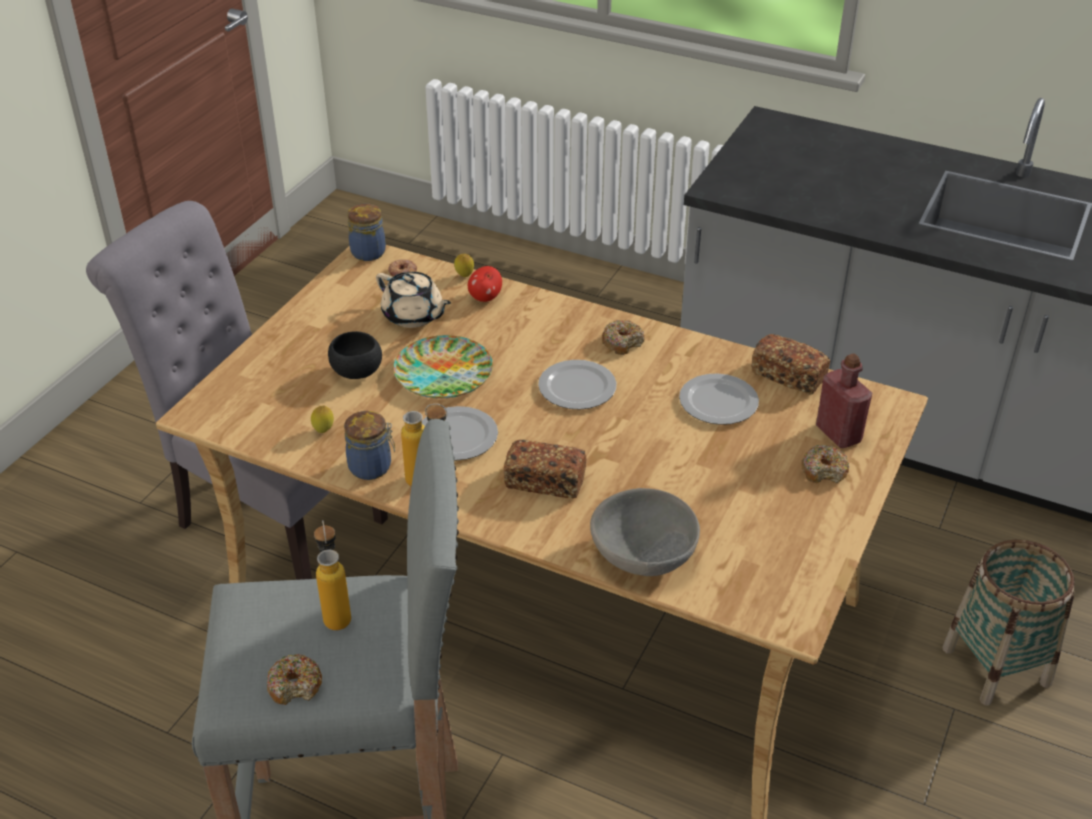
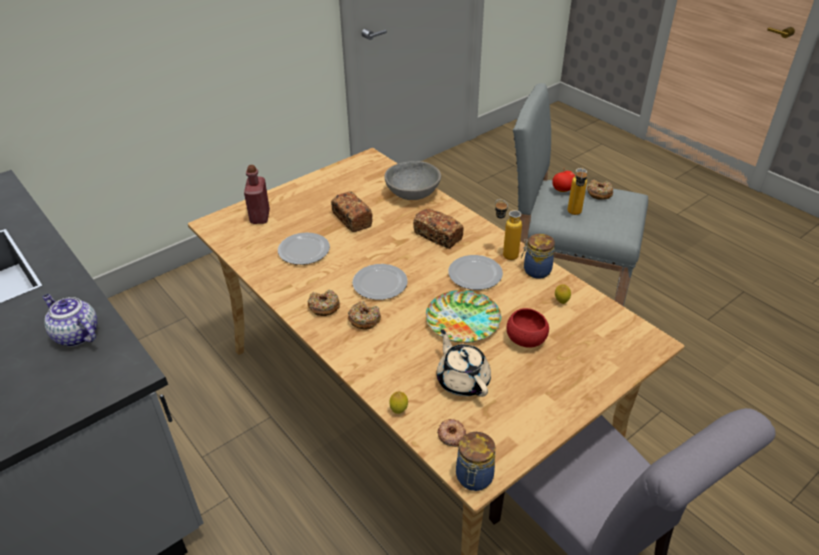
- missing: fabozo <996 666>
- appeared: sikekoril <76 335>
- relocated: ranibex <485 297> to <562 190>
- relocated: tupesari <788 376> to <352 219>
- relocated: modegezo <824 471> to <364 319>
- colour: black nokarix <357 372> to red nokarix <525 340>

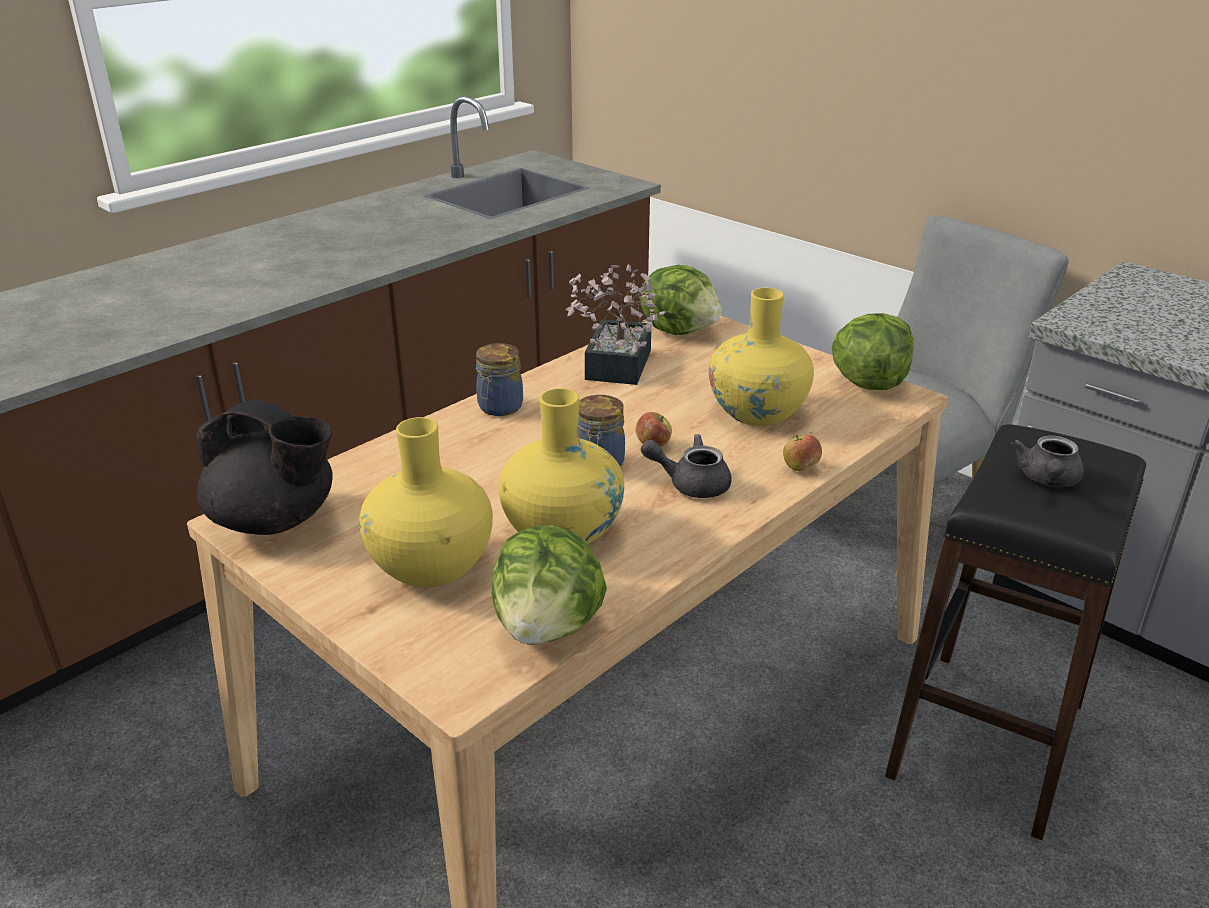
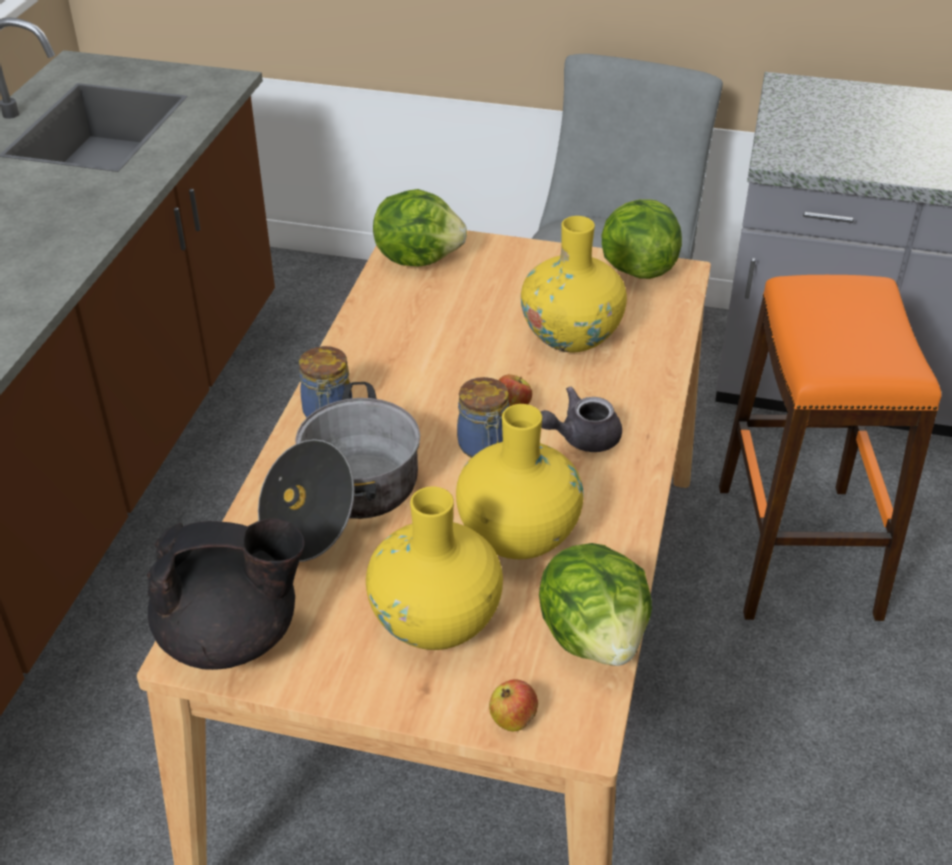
- missing: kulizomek <615 369>
- missing: grey sikekoril <1047 480>
- appeared: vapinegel <342 501>
- relocated: ranibex <800 468> to <513 719>
- colour: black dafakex <987 739> to orange dafakex <797 551>

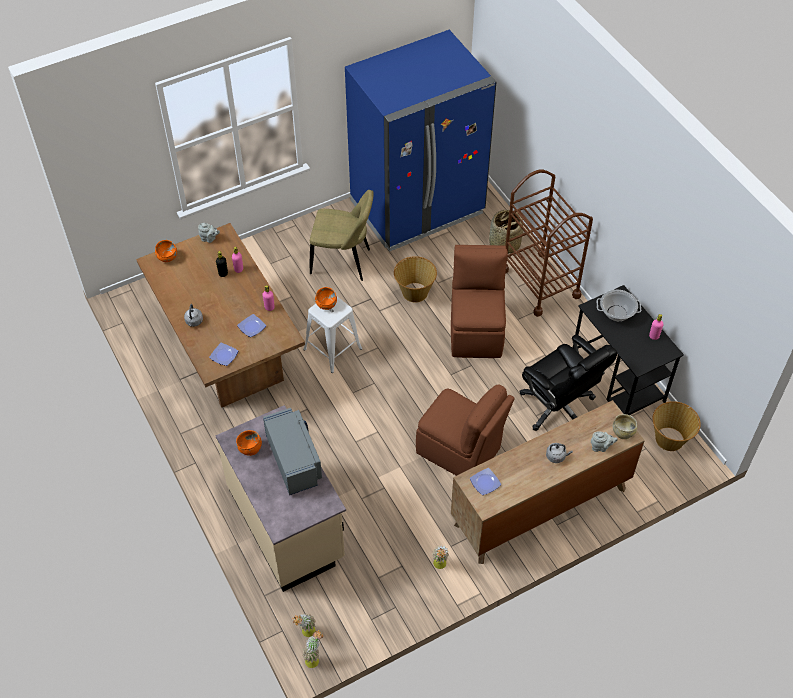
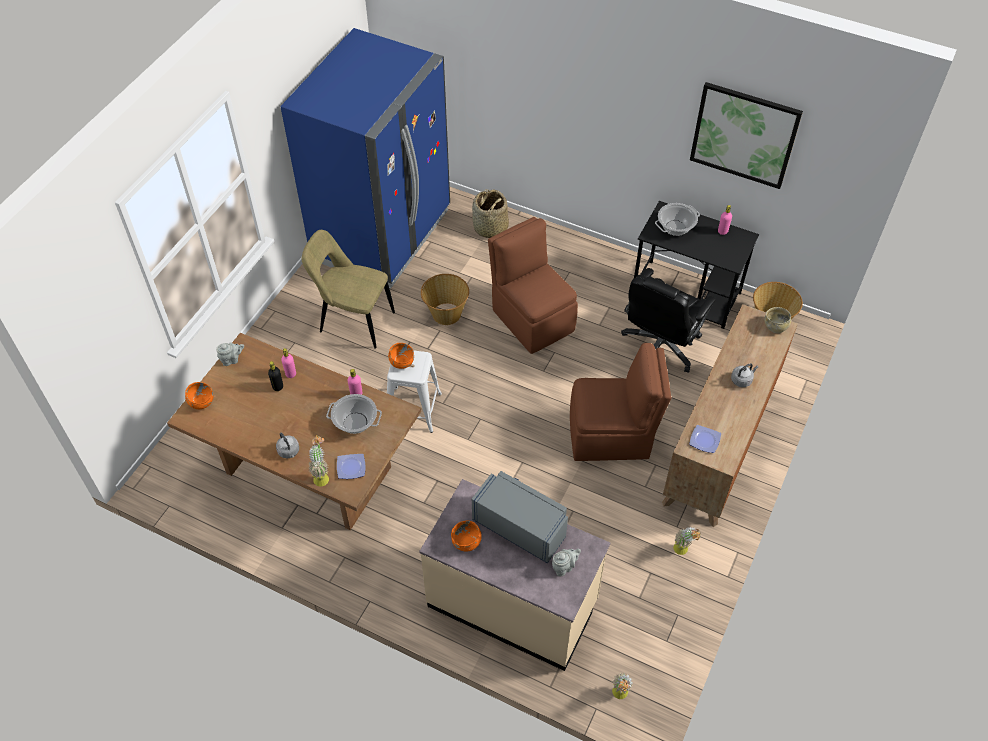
- missing: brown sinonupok <540 283>
- appeared: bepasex <744 135>
- relocated: kulizomek <314 658> to <322 476>
- relocated: grey sikekoril <601 447> to <564 567>
- exchanged: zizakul <252 327> to vapinegel <355 422>
- spun: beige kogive <343 262> = <353 321> 135 degrees counterclockwise
- spun: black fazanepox <558 407> = <660 346> 105 degrees clockwise

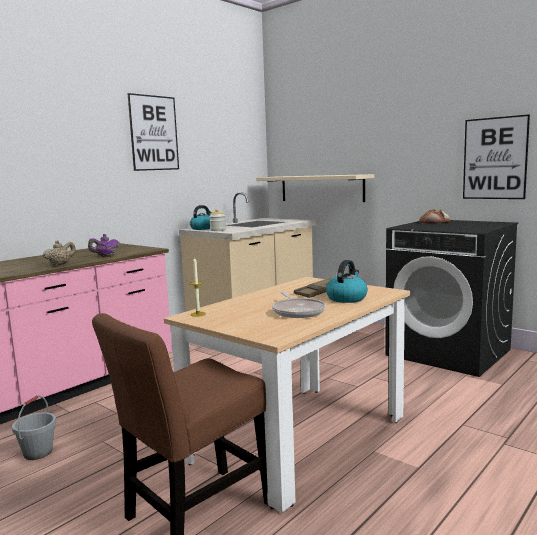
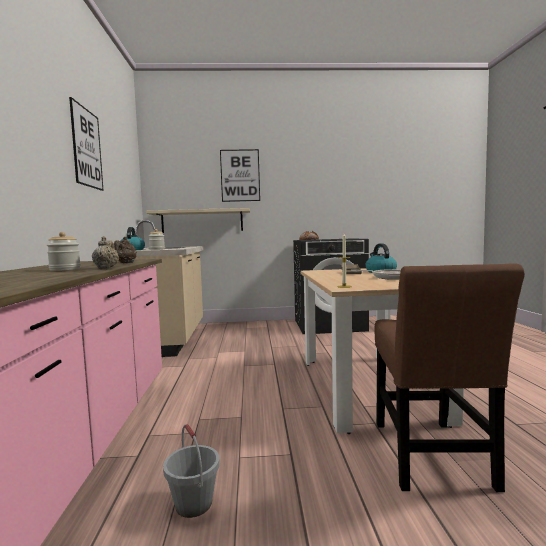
- appeared: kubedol <65 269>
- relocated: bepasex <495 158> to <240 175>
- colour: purple sikekoril <105 256> to brown sikekoril <126 263>

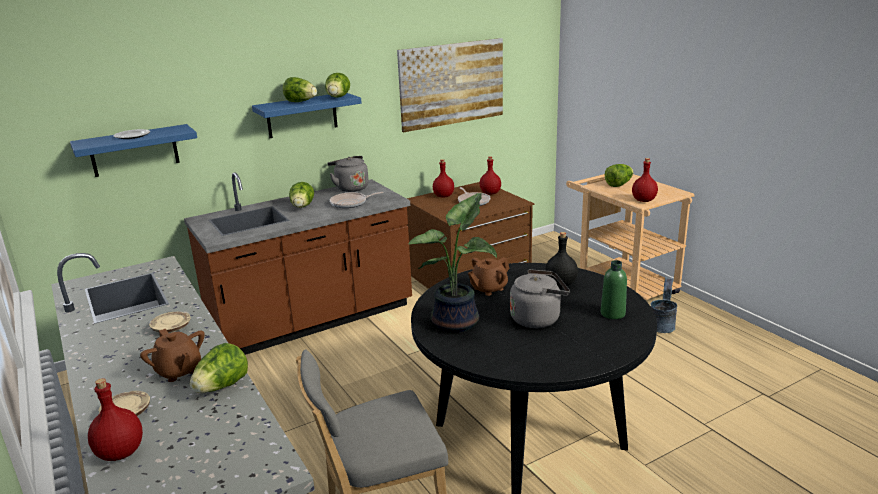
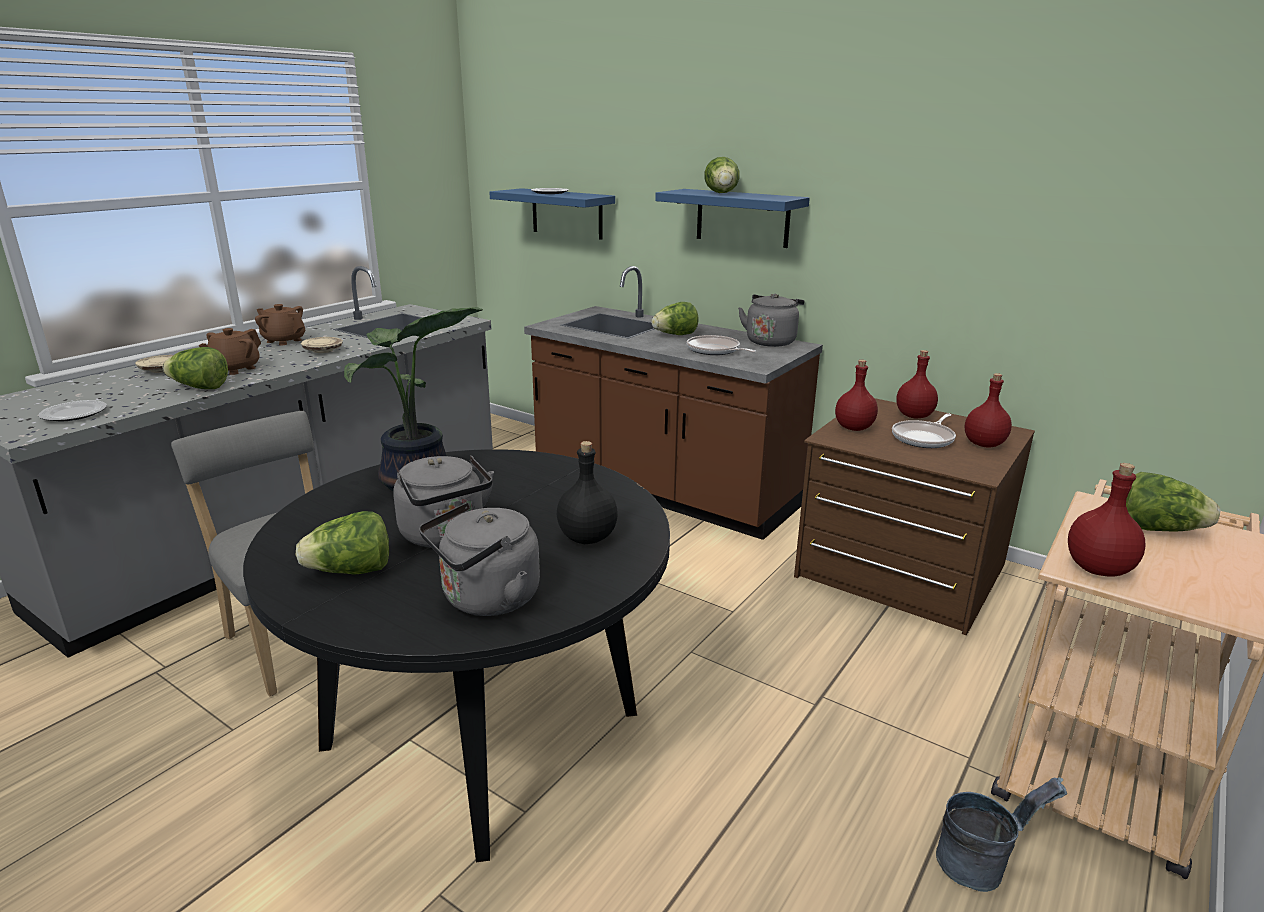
- missing: bepasex <452 84>
- appeared: zizakul <74 414>
- relocated: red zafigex <119 452> to <853 427>
- relocated: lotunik <337 98> to <351 572>
- relocated: brown sikekoril <488 289> to <284 341>
- exchanged: green zafigex <612 313> to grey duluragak <486 600>

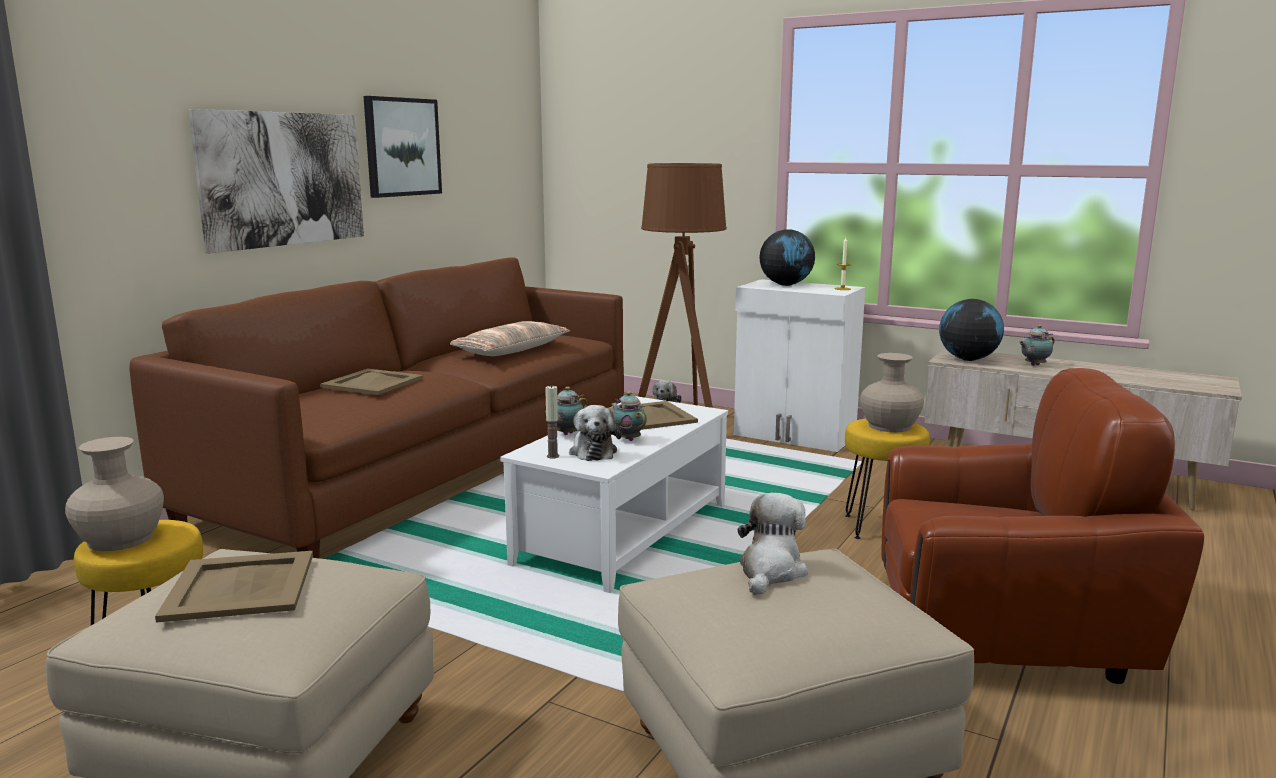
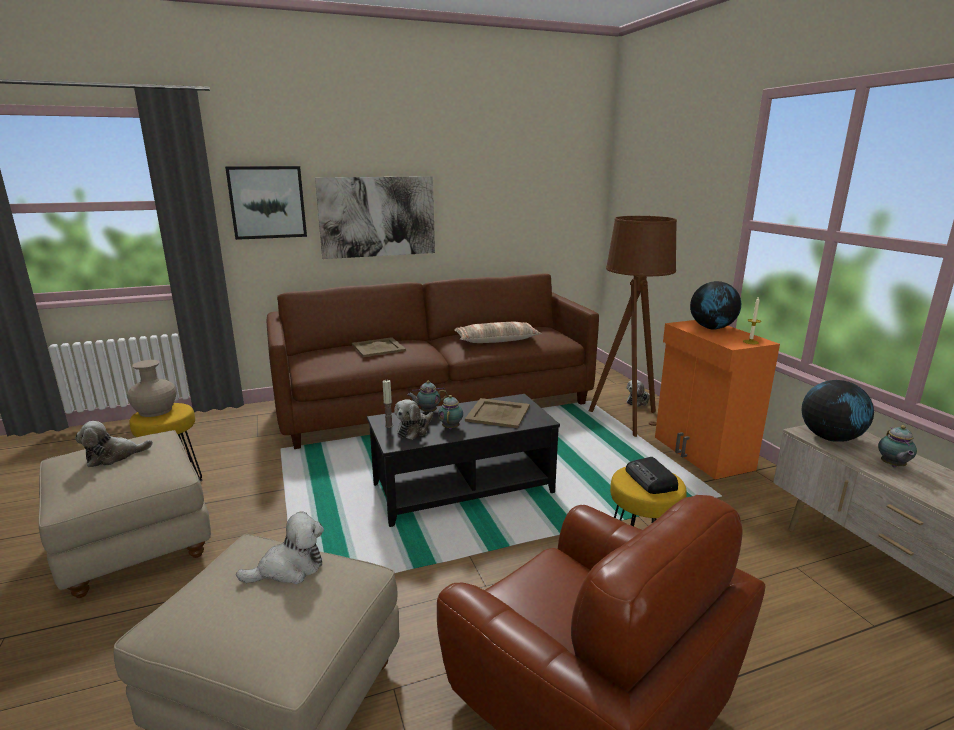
- relocated: bepasex <402 147> to <267 202>
- exchanged: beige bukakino <241 586> to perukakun <113 456>
- exchanged: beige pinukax <890 426> to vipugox <651 480>
- colour: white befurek <622 533> to black befurek <462 488>
- colour: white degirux <794 436> to orange degirux <701 453>
- spun: sikekoril <1033 365> = <892 466> 90 degrees counterclockwise

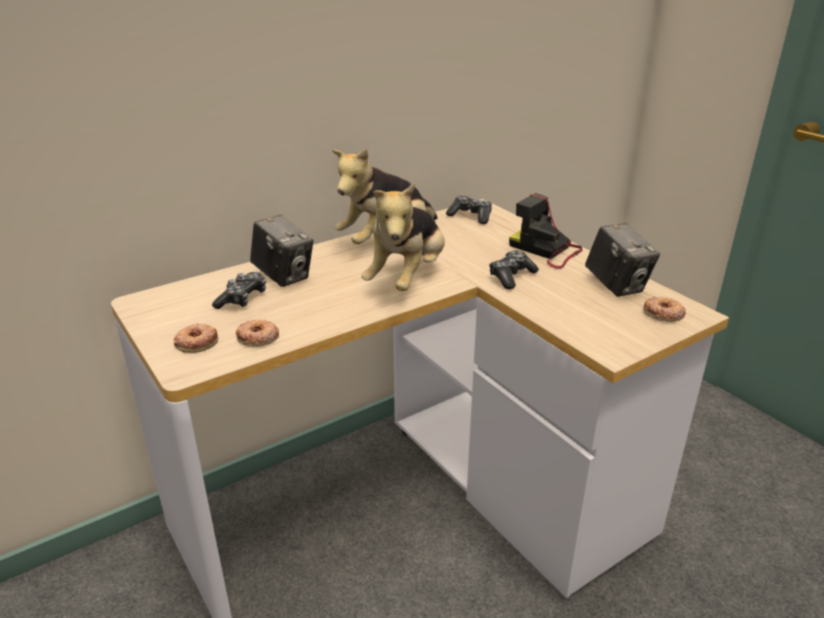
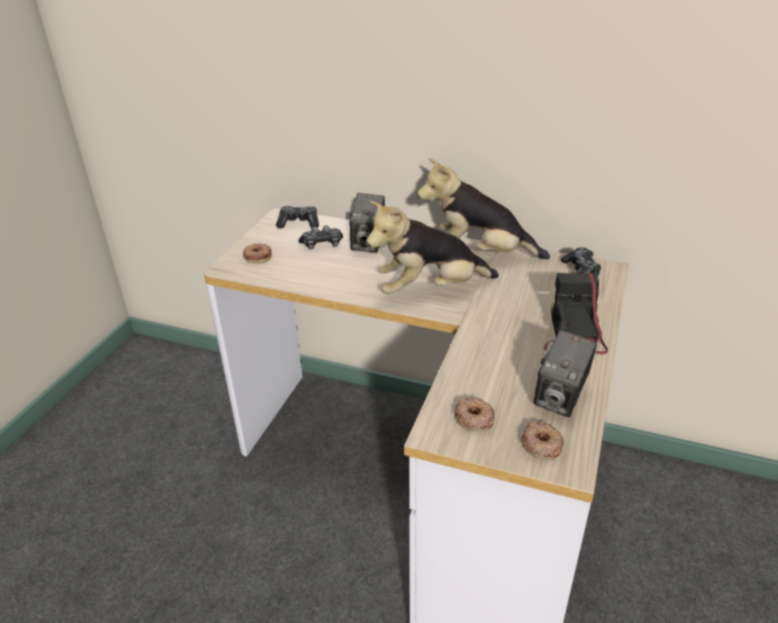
- relocated: modegezo <257 337> to <473 418>
- relocated: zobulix <511 276> to <299 223>

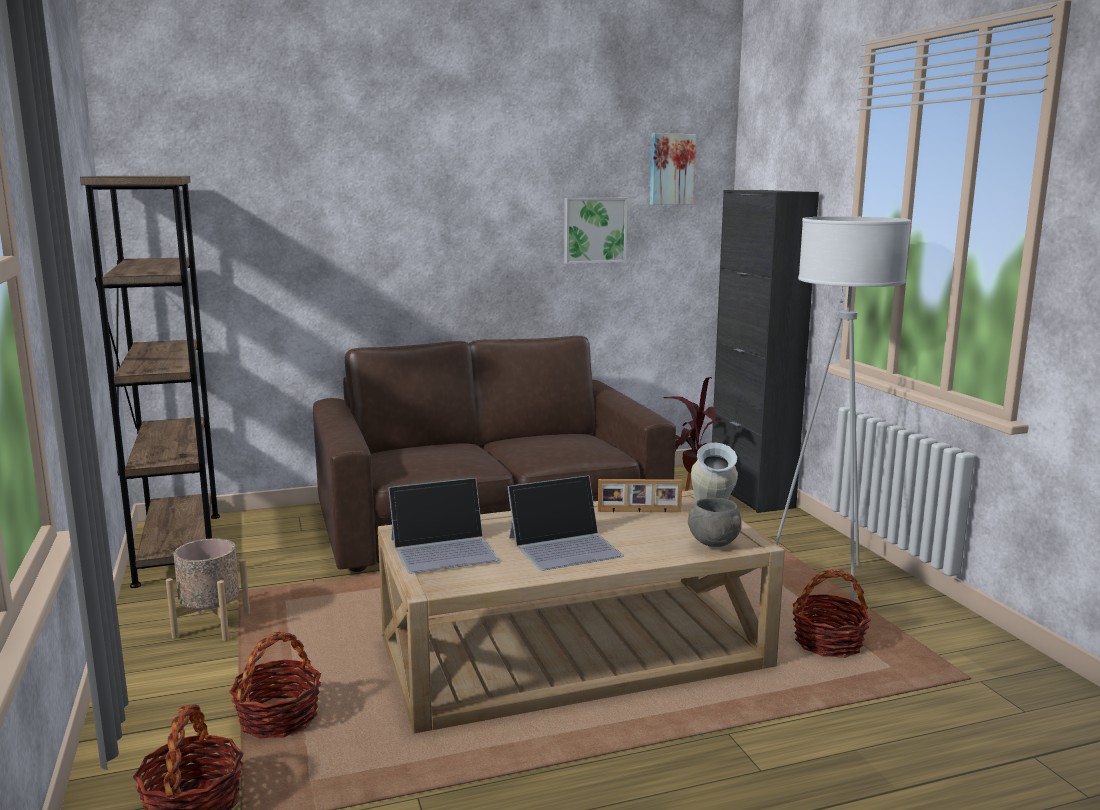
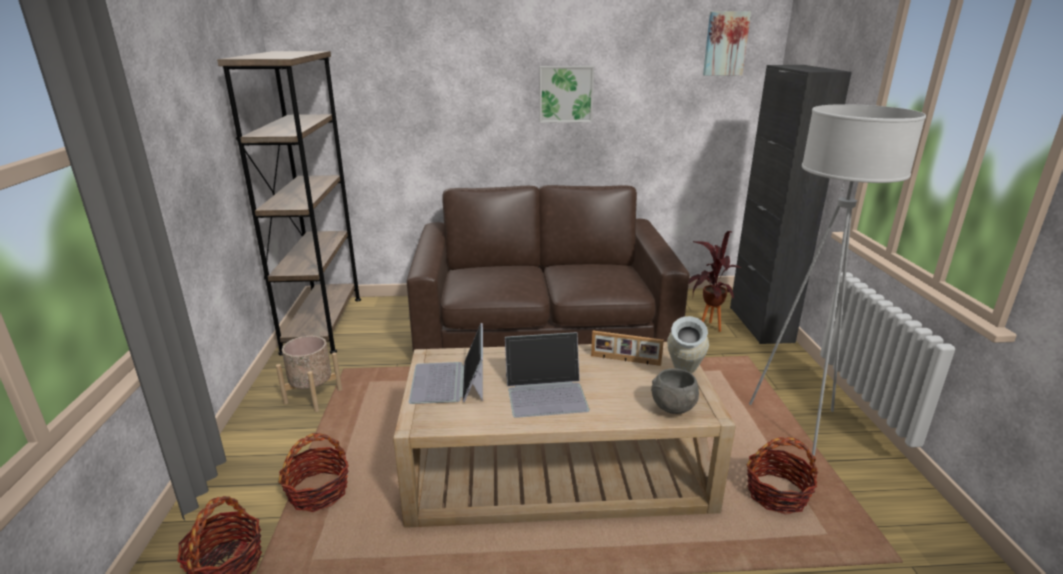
- relocated: bepasex <594 230> to <565 94>
- spun: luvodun <444 549> = <449 382> 90 degrees clockwise

